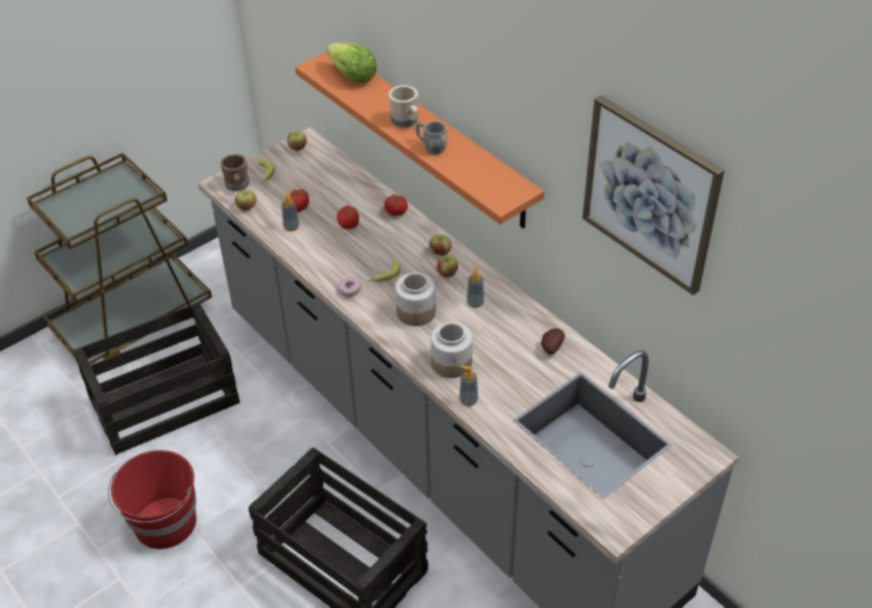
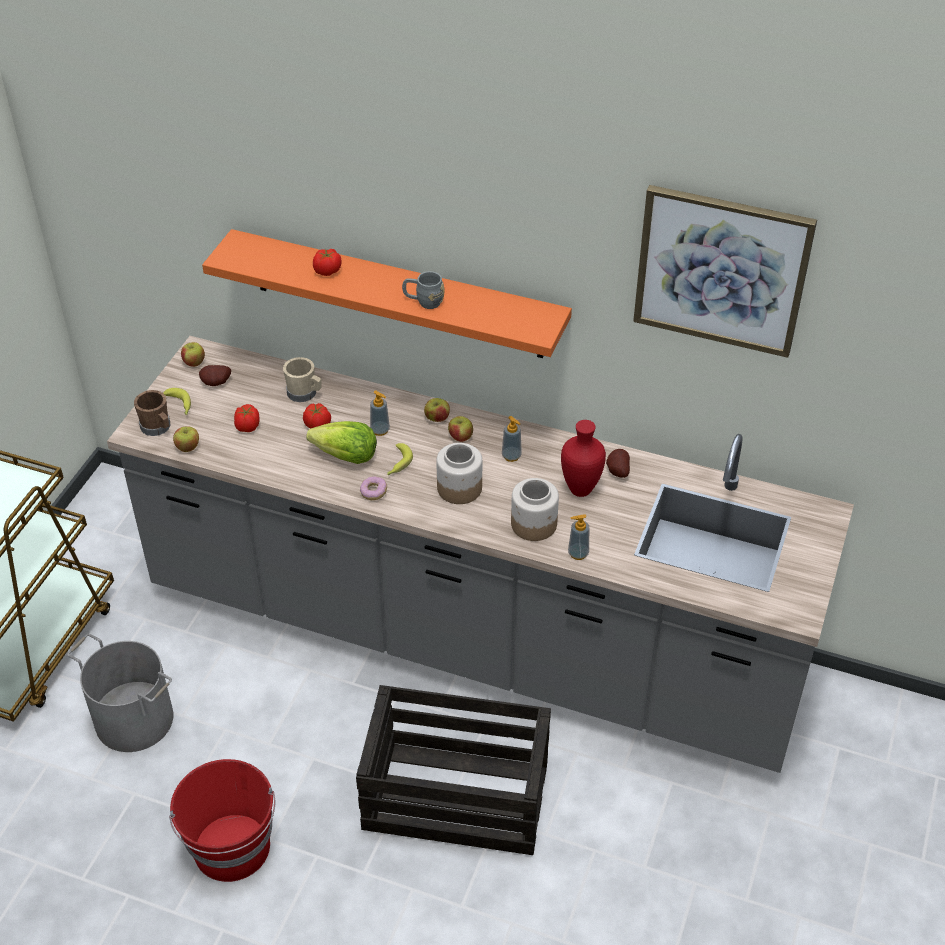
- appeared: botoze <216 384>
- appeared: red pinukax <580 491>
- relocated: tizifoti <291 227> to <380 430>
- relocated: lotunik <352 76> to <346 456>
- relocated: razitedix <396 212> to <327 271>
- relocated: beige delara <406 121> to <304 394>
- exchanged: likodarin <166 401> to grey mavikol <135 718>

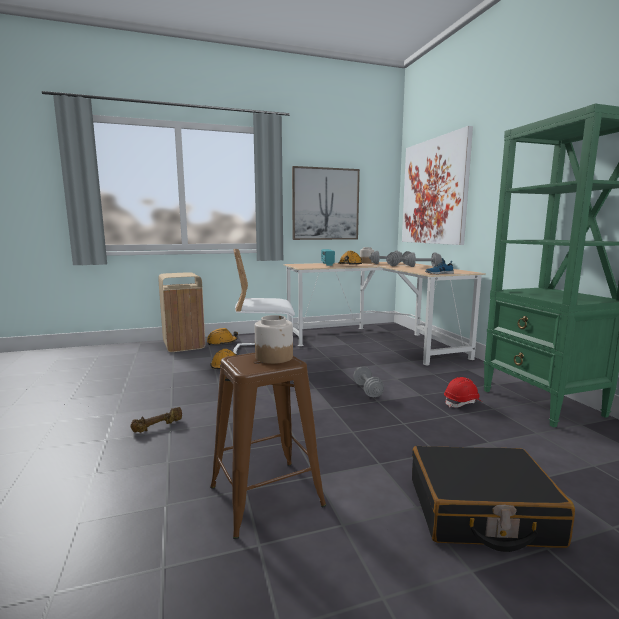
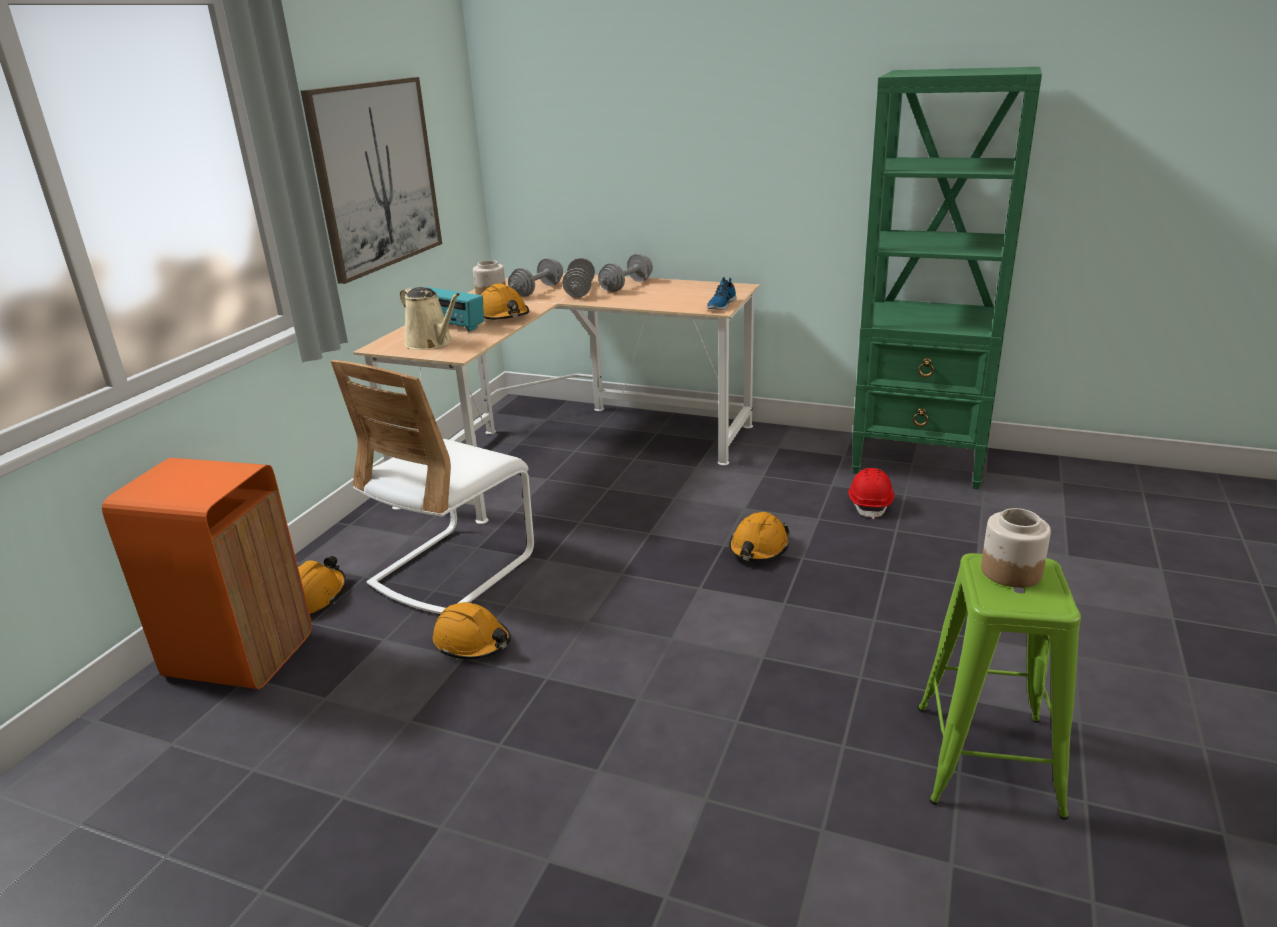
- missing: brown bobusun <158 427>
- missing: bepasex <434 192>
- missing: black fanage <481 512>
- appeared: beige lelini <432 343>
- exchanged: grey bobusun <367 390> to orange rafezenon <758 548>
- colour: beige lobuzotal <184 345> to orange lobuzotal <240 654>
- colour: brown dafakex <267 496> to green dafakex <987 758>

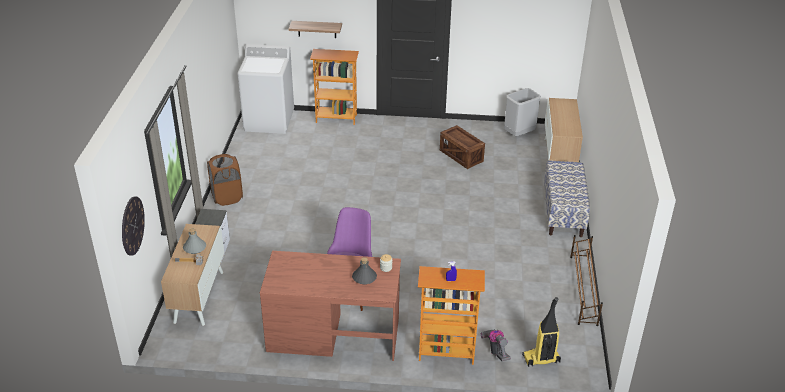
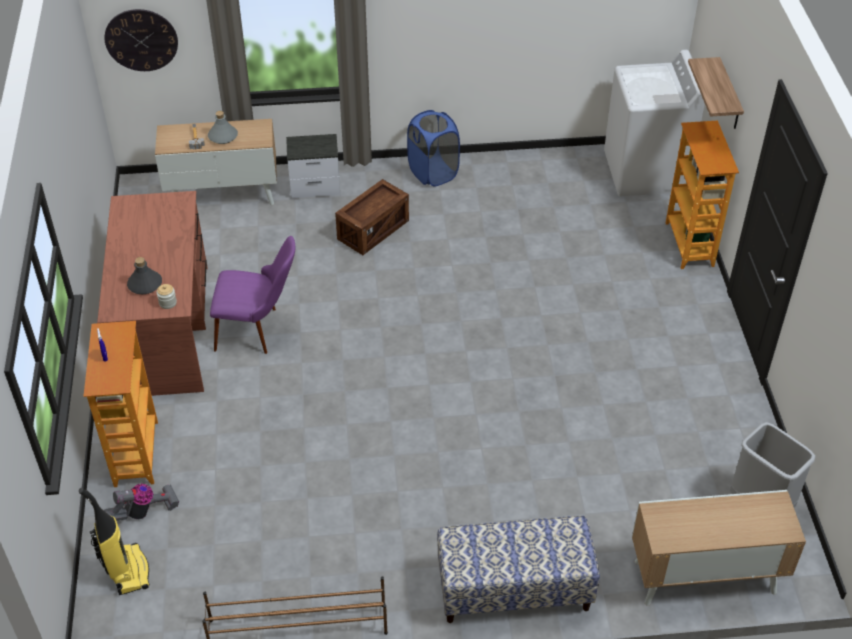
- relocated: likodarin <461 156> to <373 230>
- colour: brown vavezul <227 197> to blue vavezul <433 173>

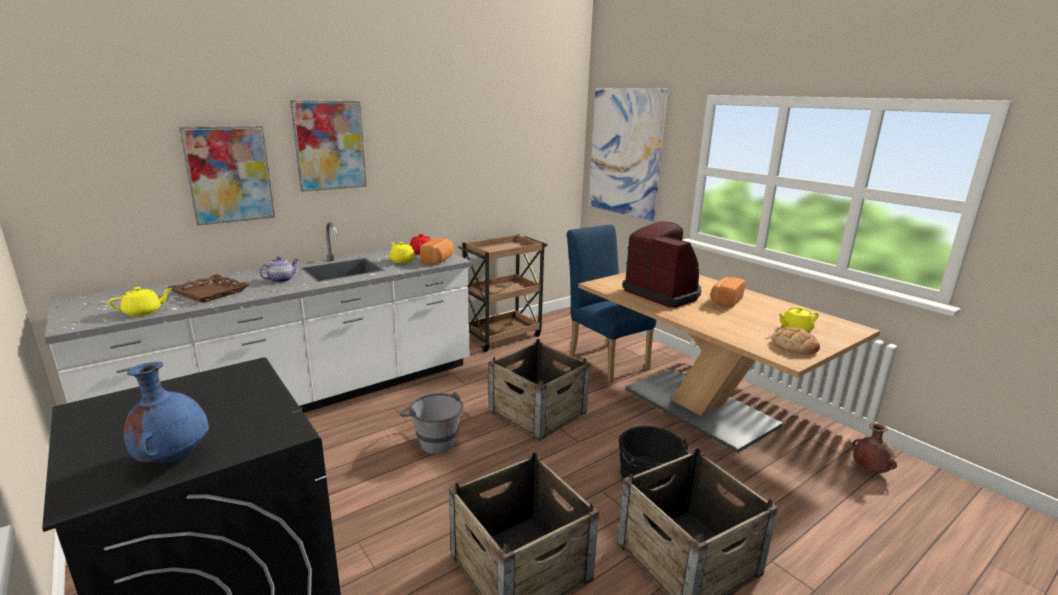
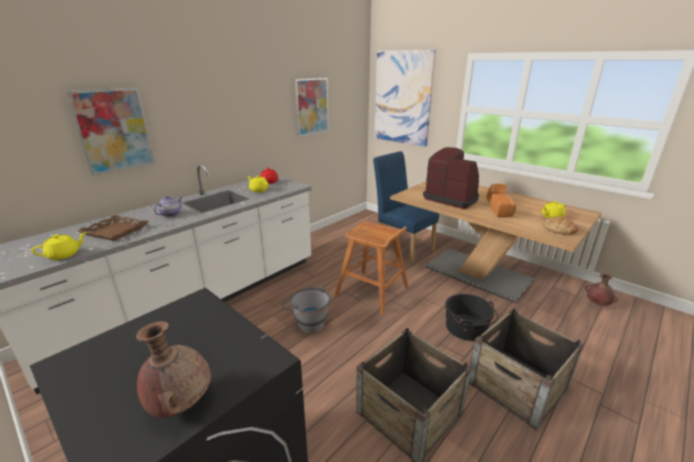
- missing: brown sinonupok <502 336>
- relocated: bepasex <329 145> to <311 106>
- relocated: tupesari <438 260> to <502 212>
- exchanged: likodarin <537 412> to brown dafakex <372 291>
- colour: blue pinukax <174 458> to brown pinukax <181 403>

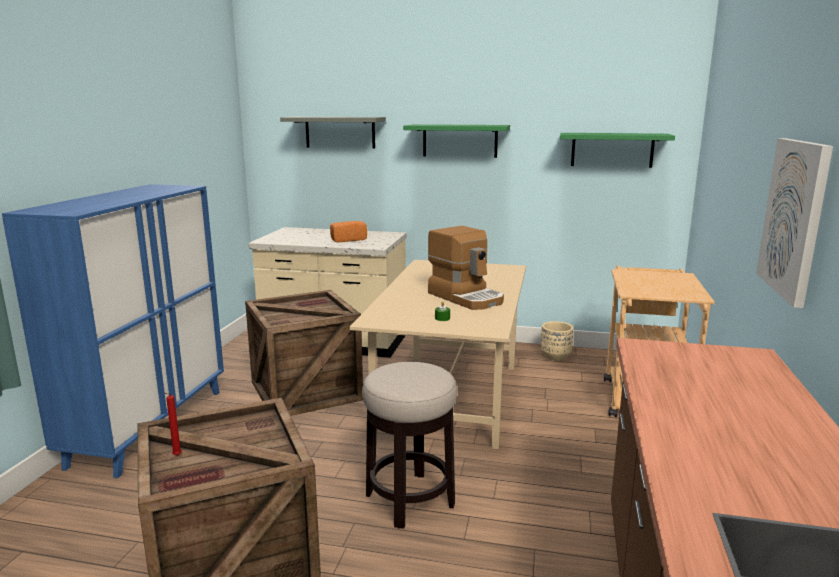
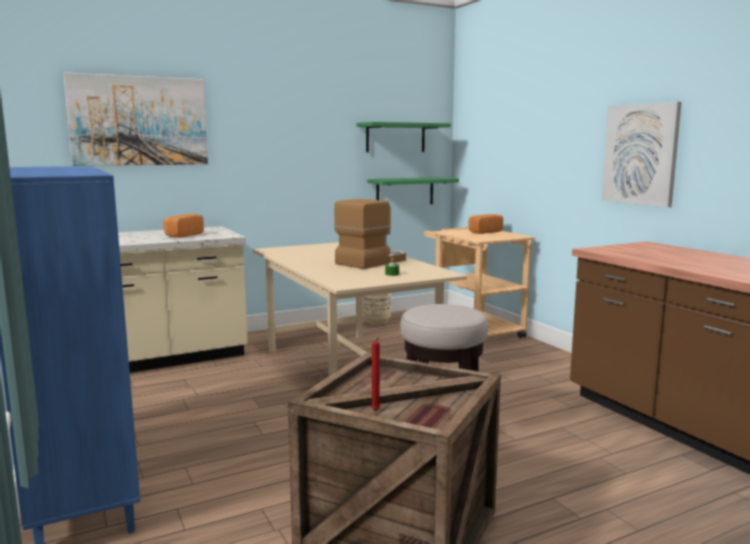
- missing: likodarin <306 390>
- appeared: tupesari <484 232>
- relocated: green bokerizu <460 140> to <405 191>
- exchanged: grey bokerizu <340 132> to bepasex <139 121>
- spun: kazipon <466 297> = <371 261> 60 degrees counterclockwise

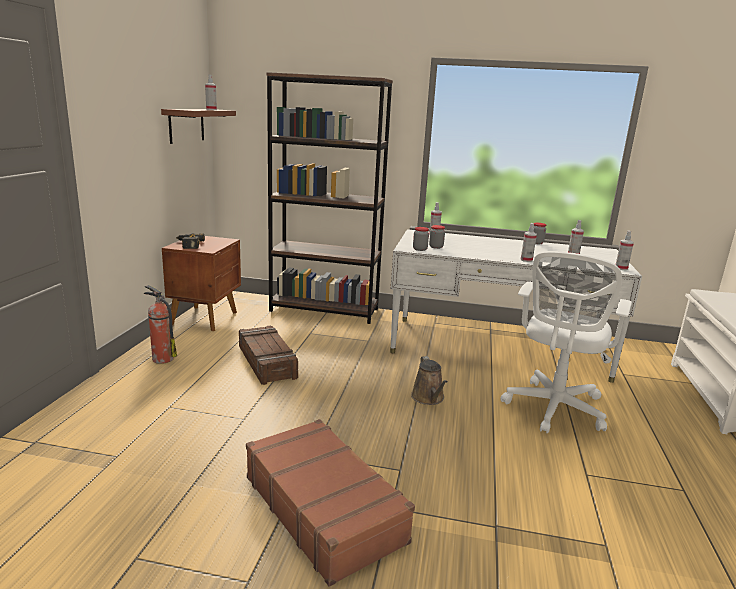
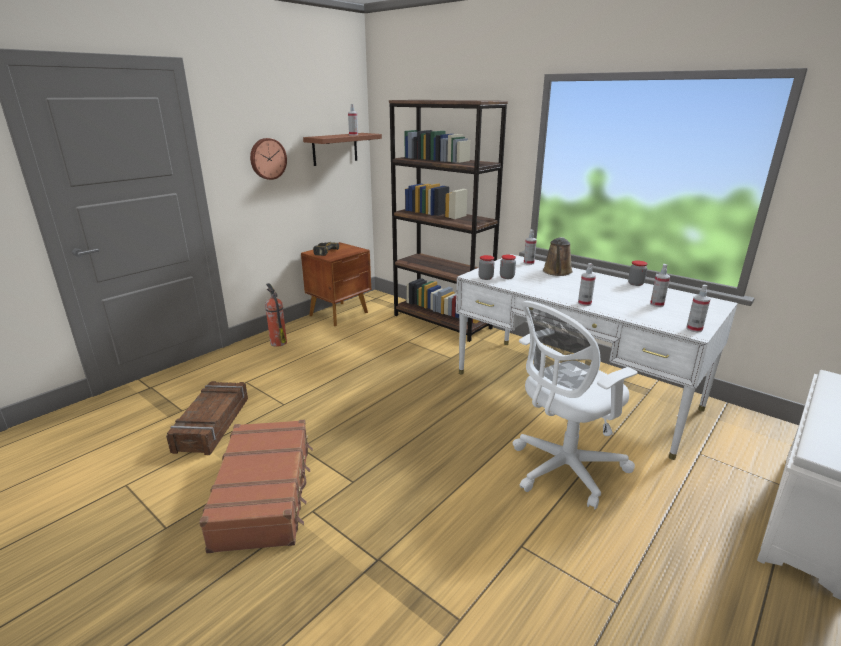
- appeared: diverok <267 158>
- relocated: likodarin <267 362> to <213 424>
- relocated: brown lelini <428 398> to <557 272>

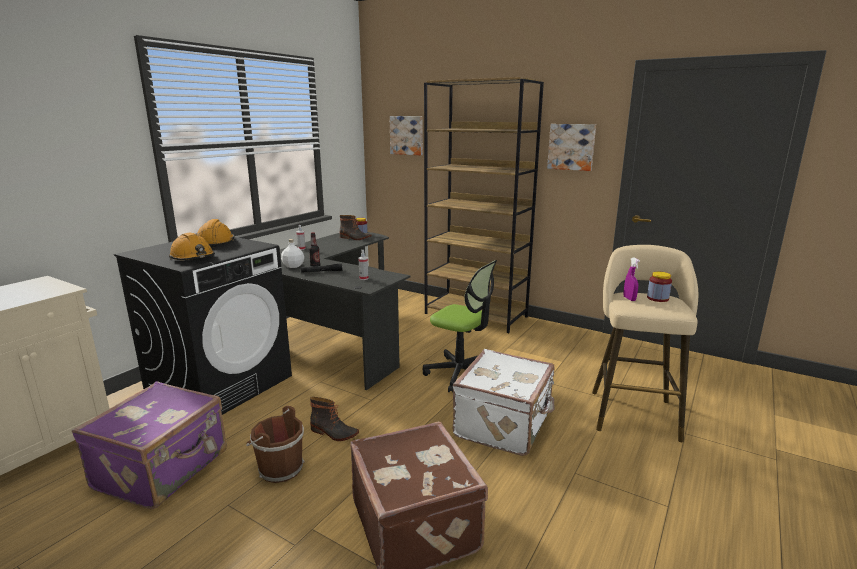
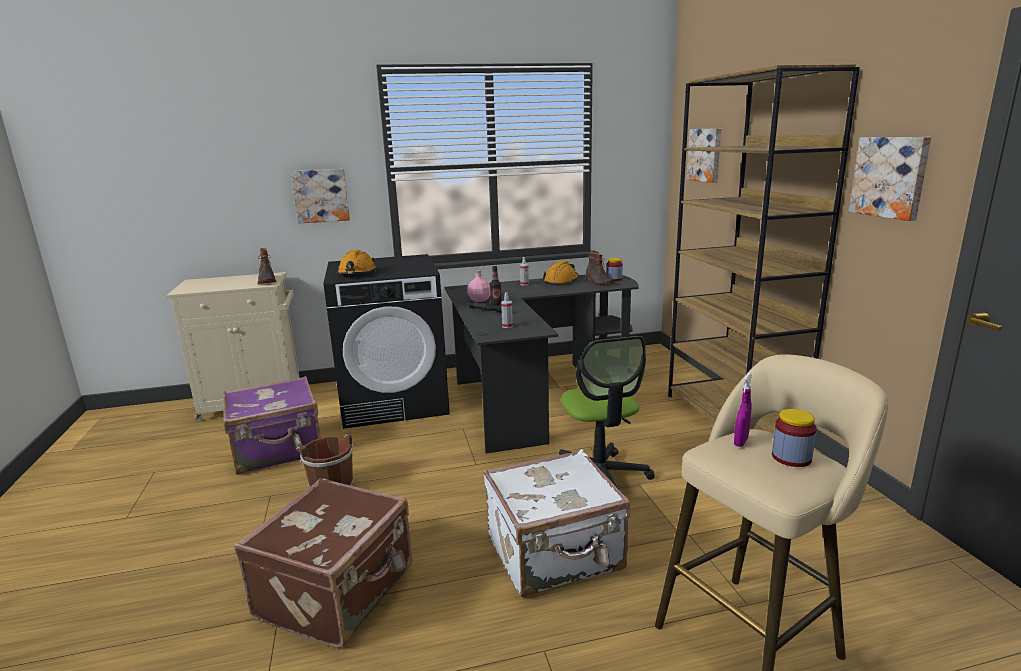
- appeared: bepasex <321 195>
- relocated: orange rafezenon <215 242> to <561 281>
- relocated: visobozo <333 433> to <266 281>
- colour: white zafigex <293 266> to pink zafigex <479 300>

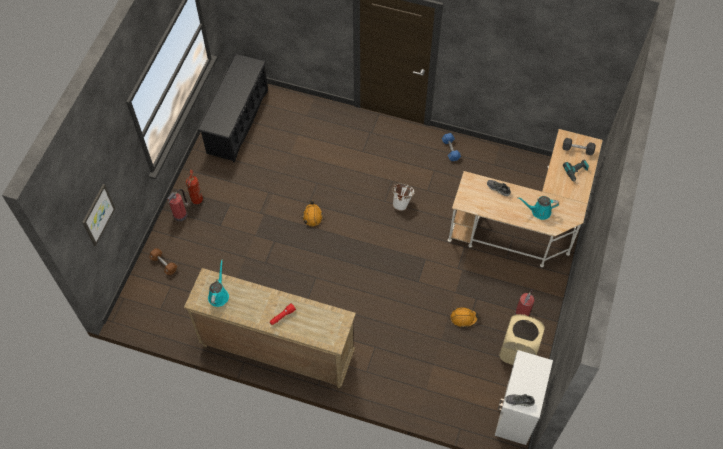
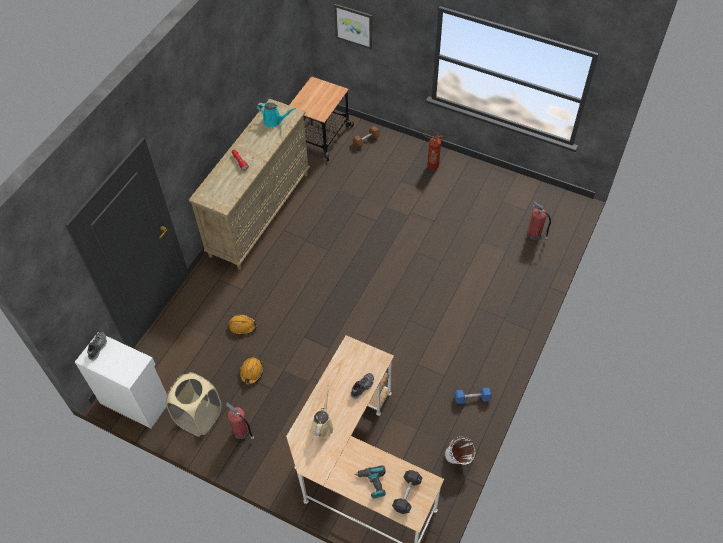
- missing: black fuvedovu <237 121>
- appeared: sinonupok <320 136>
- relocated: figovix <180 214> to <535 234>
- relocated: orange rafezenon <312 216> to <243 326>
- relocated: white mavikol <402 203> to <458 460>
- colour: turquoise lelini <539 211> to beige lelini <322 425>

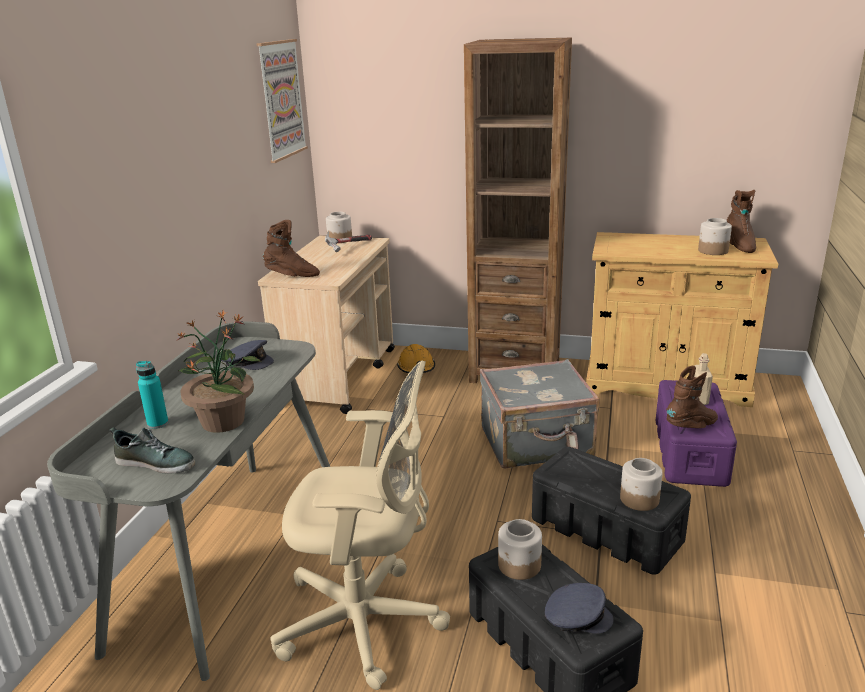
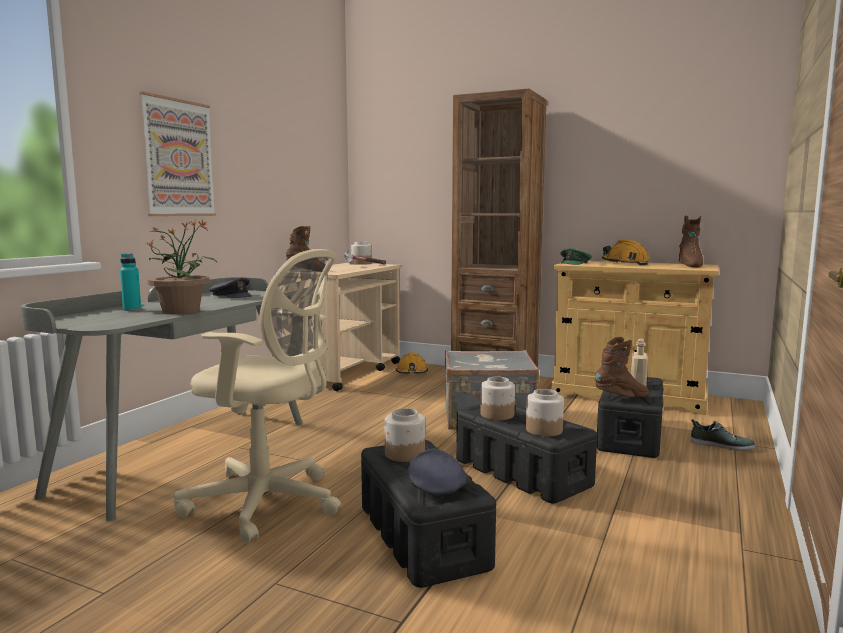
- appeared: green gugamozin <575 263>
- appeared: orange rafezenon <625 263>
- relocated: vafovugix <156 462> to <721 445>
- relocated: bepasex <281 99> to <178 158>
- relocated: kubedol <712 251> to <496 415>
- colour: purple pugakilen <689 451> to black pugakilen <630 434>
- spun: grey gugamozin <577 617> = <435 486> 120 degrees counterclockwise

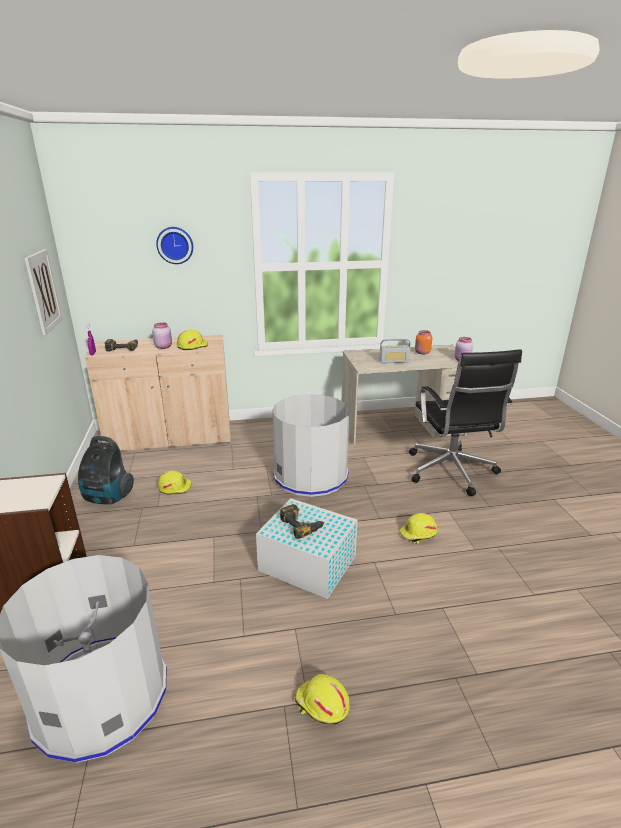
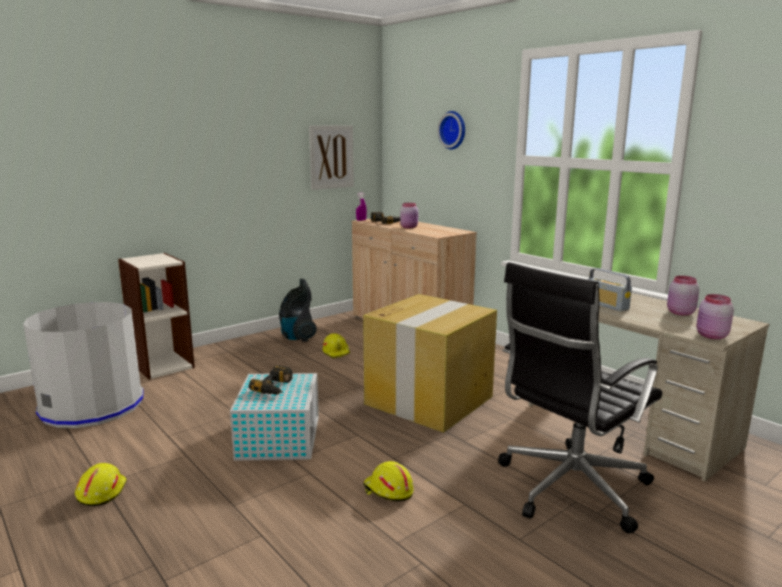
- missing: yellow rafezenon <192 346>
- exchanged: grey lobuzotal <310 475> to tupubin <430 399>
- colour: orange kubedol <422 352> to pink kubedol <679 313>

